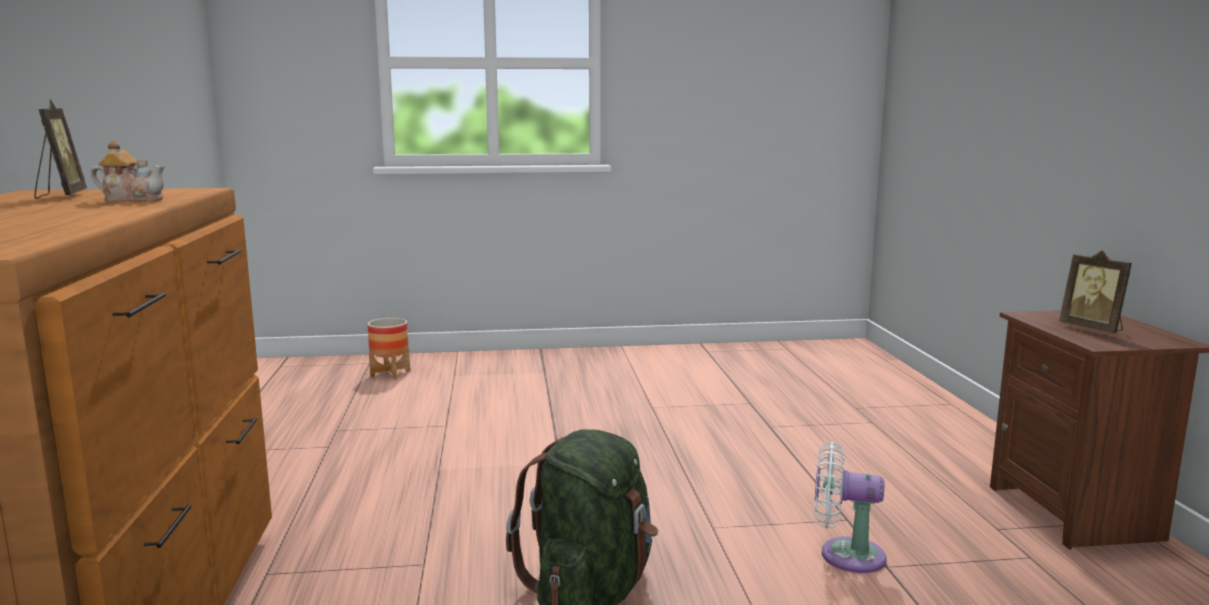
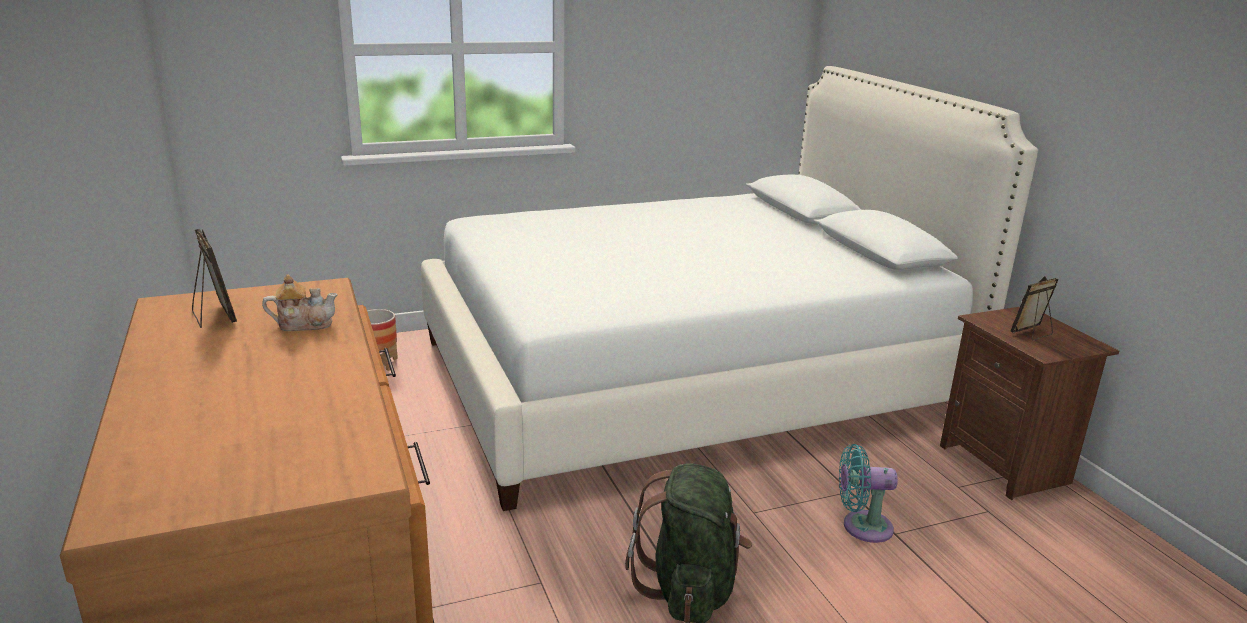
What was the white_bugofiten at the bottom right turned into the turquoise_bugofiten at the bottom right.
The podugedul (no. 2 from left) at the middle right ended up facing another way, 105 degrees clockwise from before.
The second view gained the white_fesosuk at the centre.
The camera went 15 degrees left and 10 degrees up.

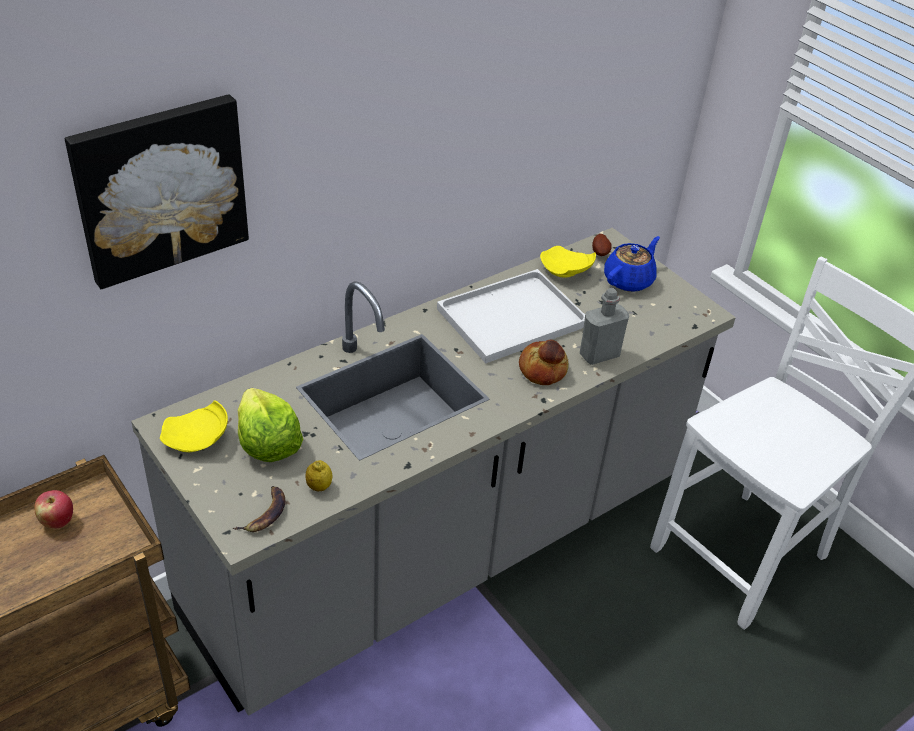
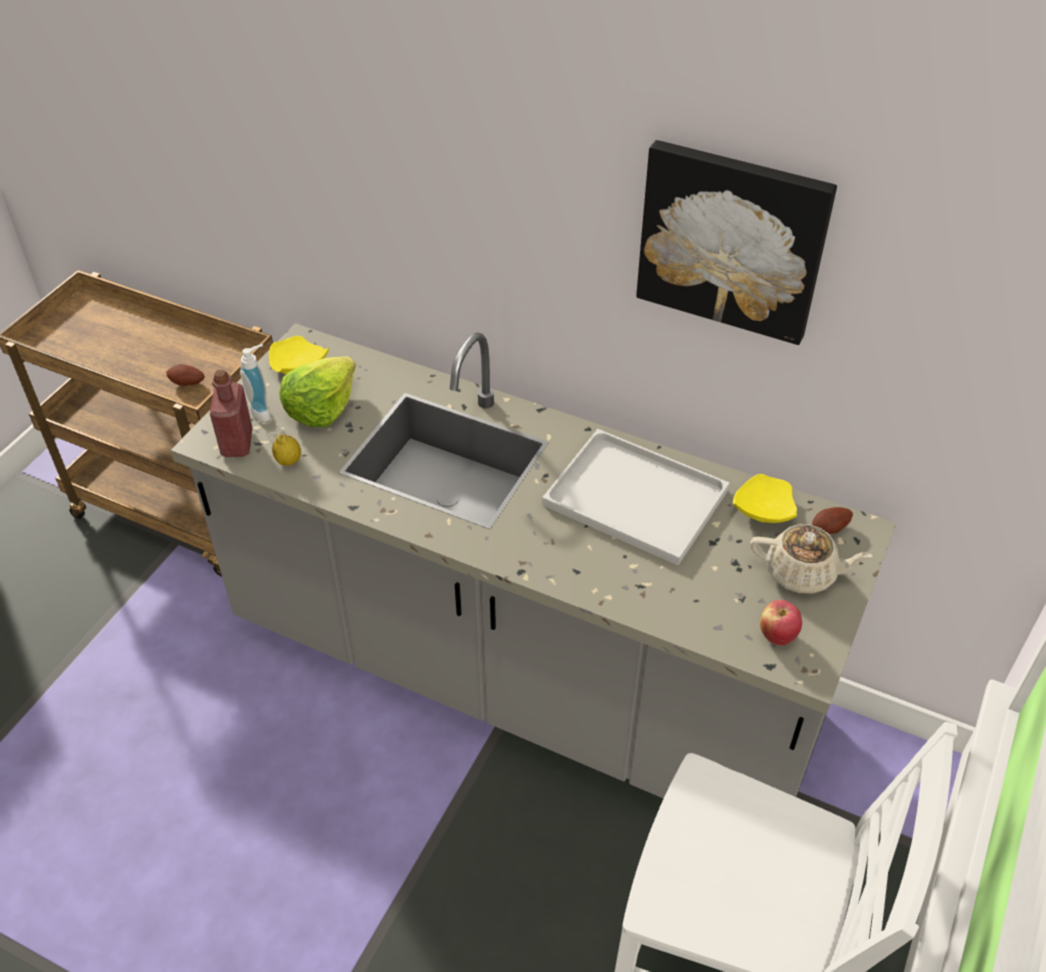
The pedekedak ended up elsewhere, having gone from the bottom left to the middle right.
The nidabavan ended up elsewhere, having gone from the top left to the top right.
Where the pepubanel stood at the bottom left, the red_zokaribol came to stand at the middle left.
The second view lost the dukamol at the centre.
The second view lost the grey_zokaribol at the centre.
What was the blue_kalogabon at the middle right turned into the beige_kalogabon at the middle right.
The second view gained the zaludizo (no. 1 from left) at the middle left.
The second view gained the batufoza at the middle left.
The camera went 65 degrees right and 5 degrees up.

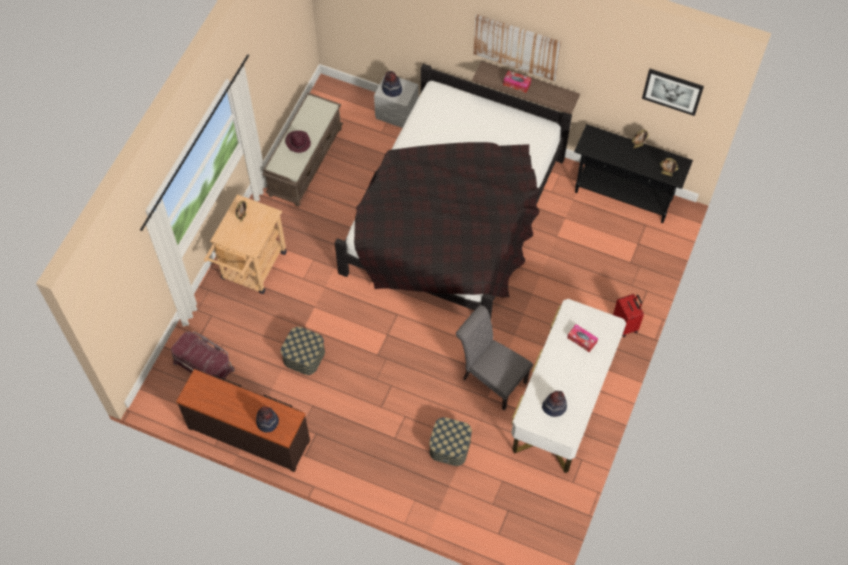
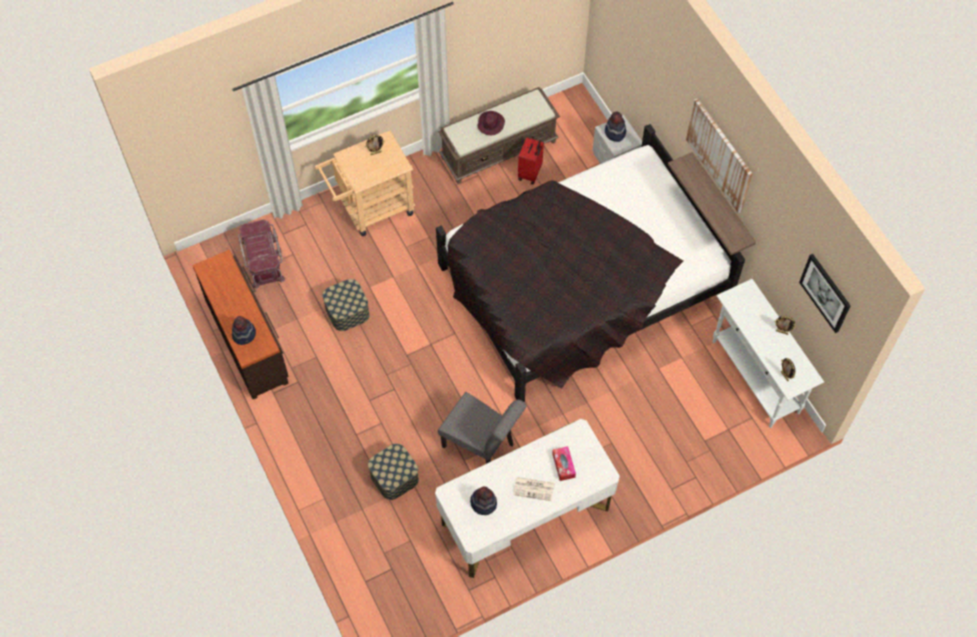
The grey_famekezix at the centre ended up facing another way, 135 degrees clockwise from before.
The second view lost the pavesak (no. 1 from left) at the top centre.
What was the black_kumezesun at the top right turned into the white_kumezesun at the middle right.
The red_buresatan ended up elsewhere, having gone from the middle right to the top centre.
The second view gained the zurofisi at the bottom centre.
The camera went 40 degrees right and 0 degrees up.

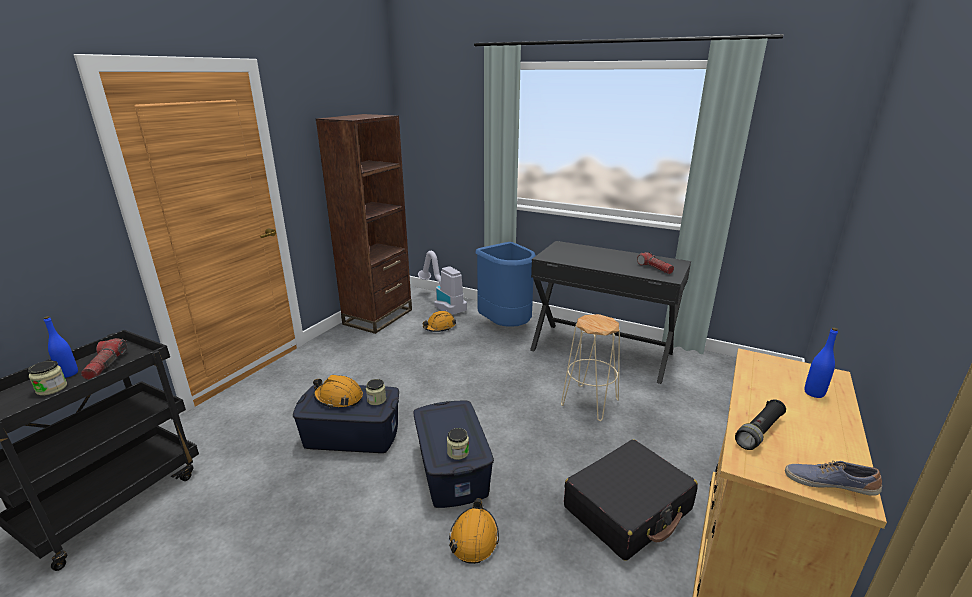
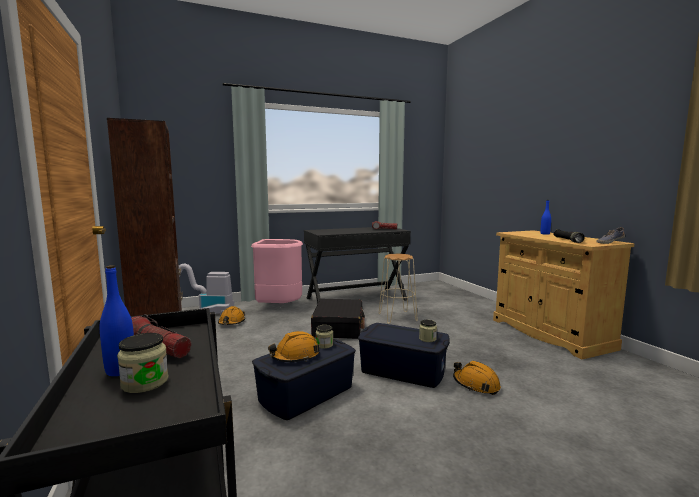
What was the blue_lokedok at the centre turned into the pink_lokedok at the centre.
The black_buresatan ended up elsewhere, having gone from the bottom centre to the centre.
The camera went 50 degrees left and 15 degrees down.

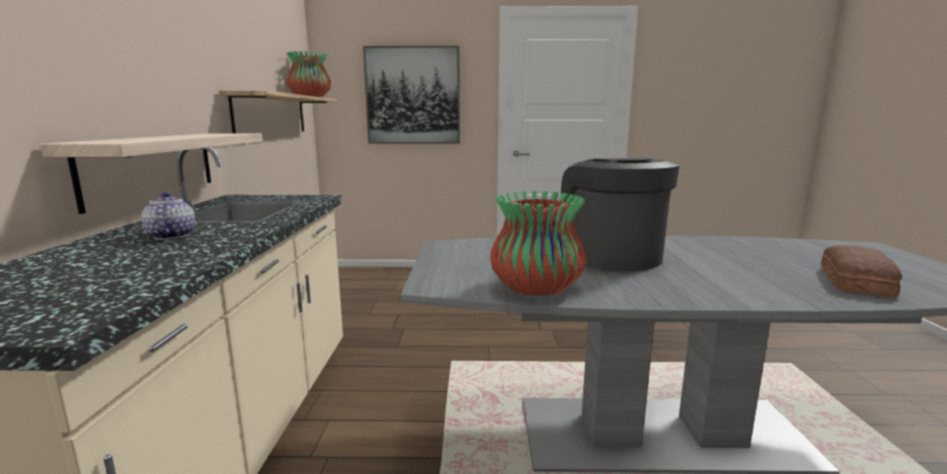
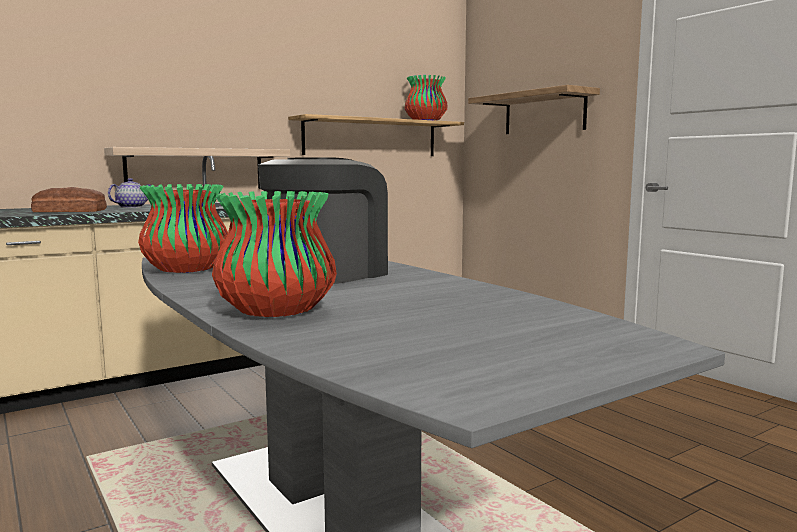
Where the nidabavan hung at the top centre, the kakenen (no. 3 from left) came to hang at the top right.
The dukamol ended up elsewhere, having gone from the middle right to the middle left.
The second view gained the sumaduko (no. 2 from left) at the centre.
The camera went 55 degrees right and 5 degrees down.

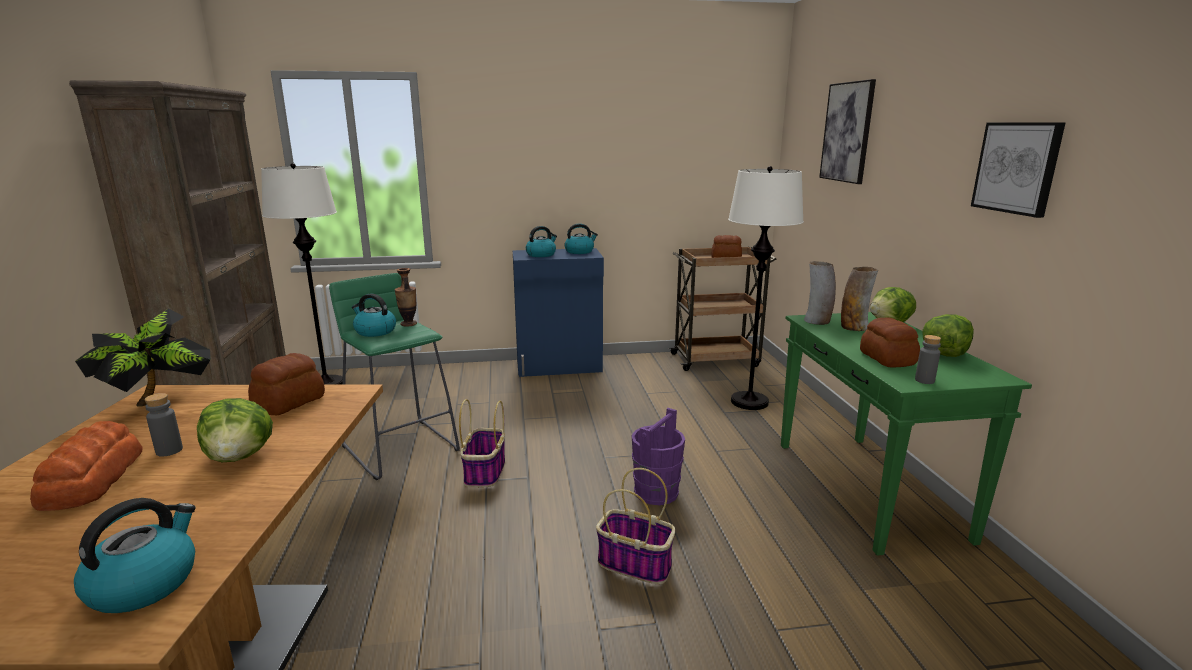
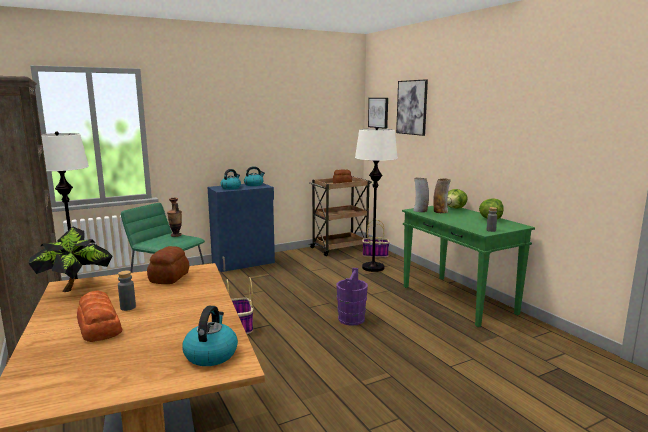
The second view lost the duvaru (no. 1 from left) at the middle left.
The second view lost the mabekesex (no. 2 from left) at the middle left.
The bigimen (no. 2 from left) ended up elsewhere, having gone from the bottom centre to the centre.
The second view lost the dukamol (no. 4 from left) at the middle right.
The nidabavan (no. 2 from left in the first image) ended up elsewhere, having gone from the top right to the top centre.
The camera went 20 degrees left and 5 degrees down.

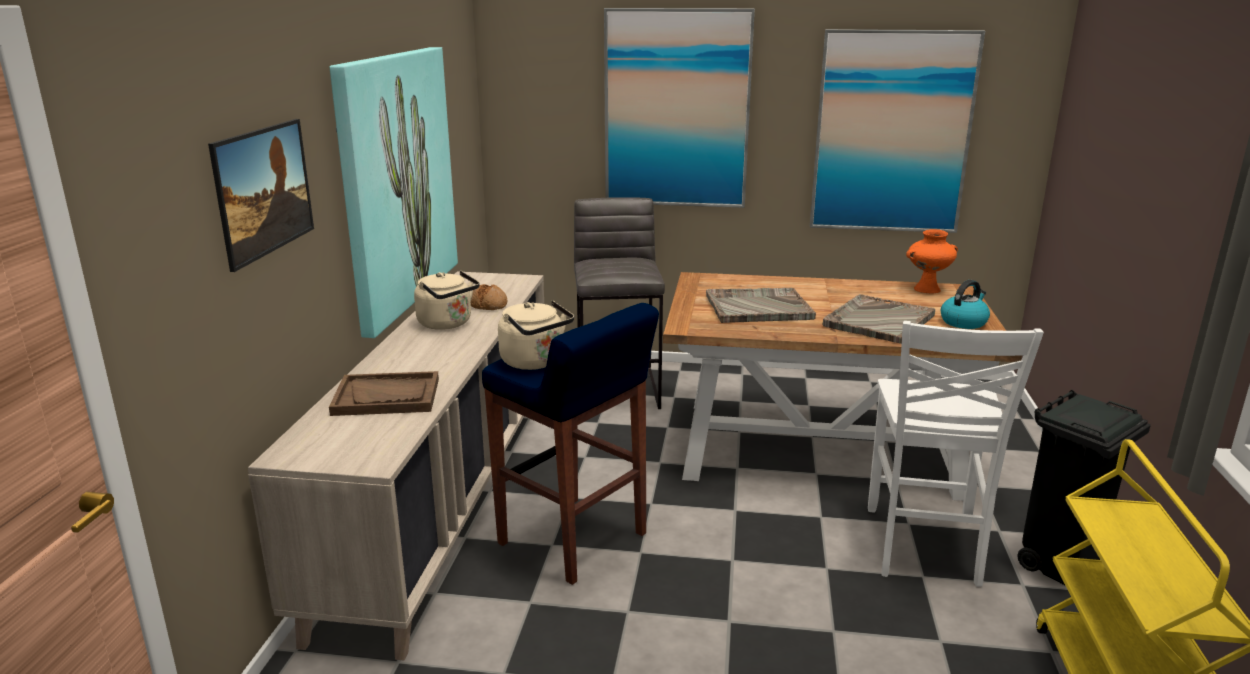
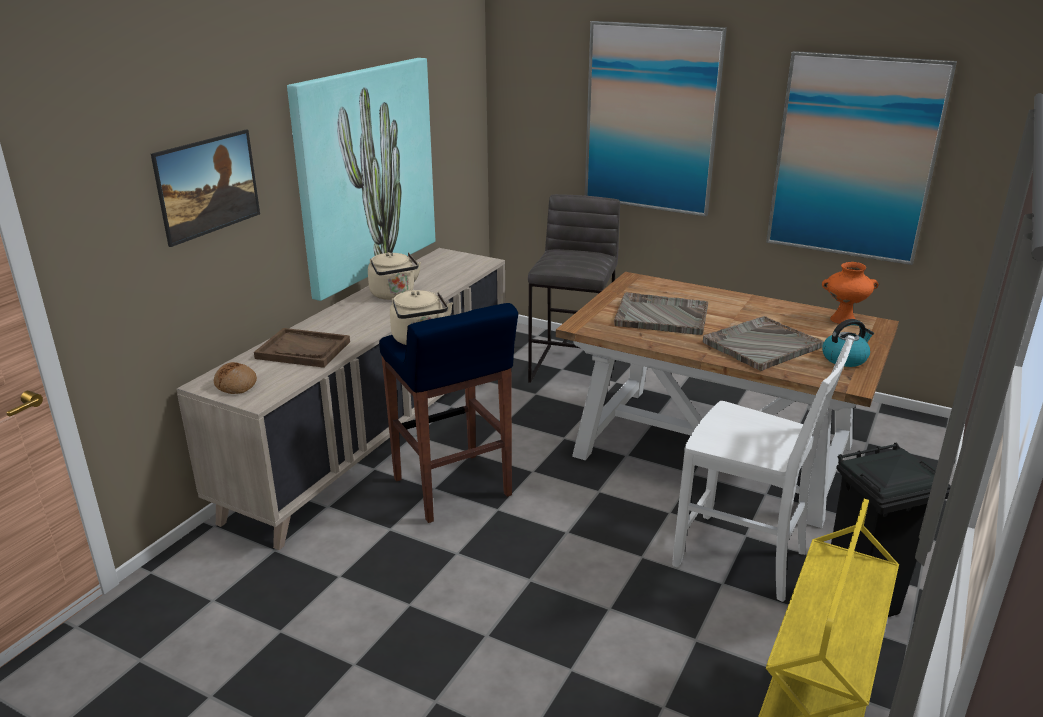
The dukamol ended up elsewhere, having gone from the centre to the middle left.
The white_famekezix at the bottom right ended up facing another way, 90 degrees counterclockwise from before.
The camera went 20 degrees right and 5 degrees up.

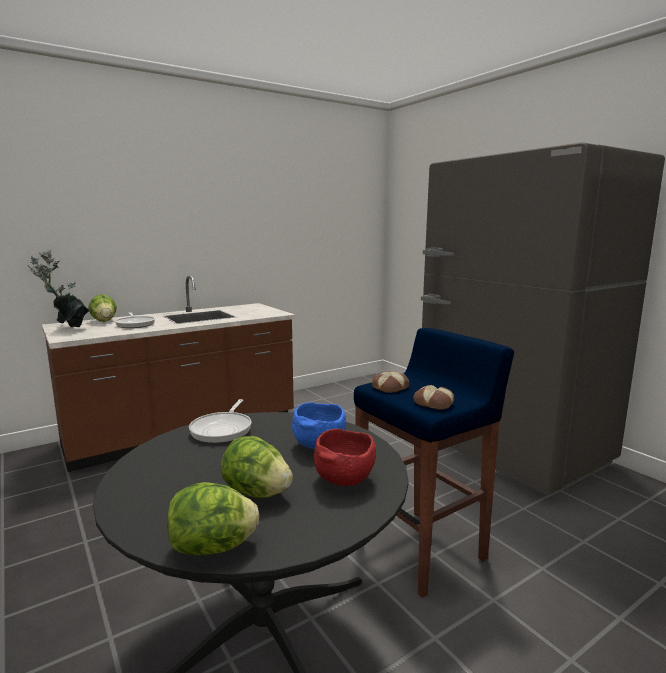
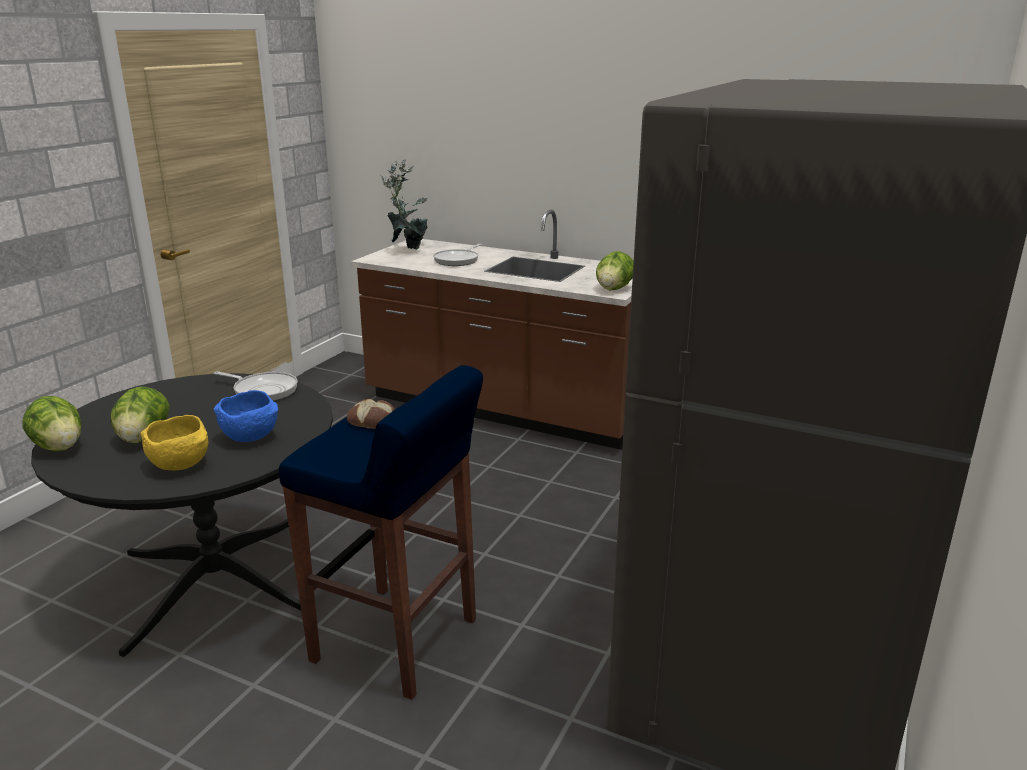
The duvaru (no. 1 from left in the first image) ended up elsewhere, having gone from the middle left to the centre.
The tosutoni (no. 2 from left in the first image) at the middle left ended up facing another way, 135 degrees counterclockwise from before.
What was the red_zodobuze at the bottom centre turned into the yellow_zodobuze at the middle left.
The second view lost the dukamol (no. 2 from left) at the centre.
The camera went 60 degrees right and 10 degrees up.

